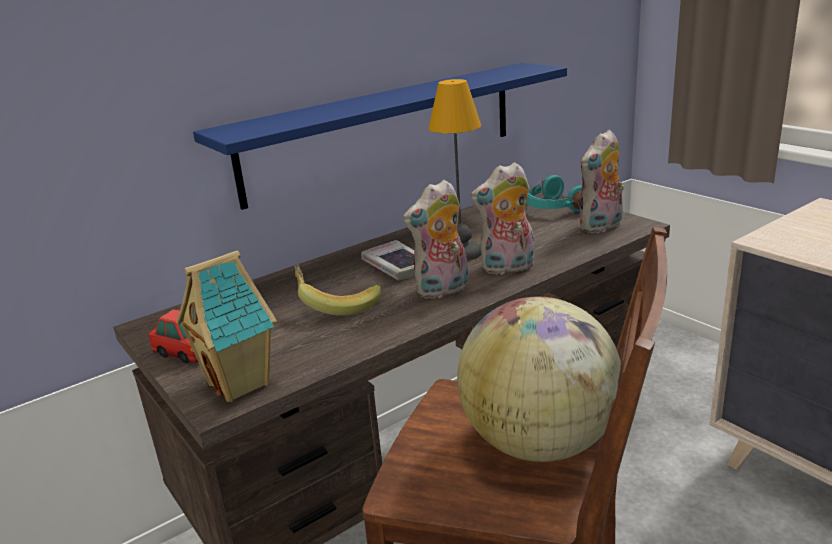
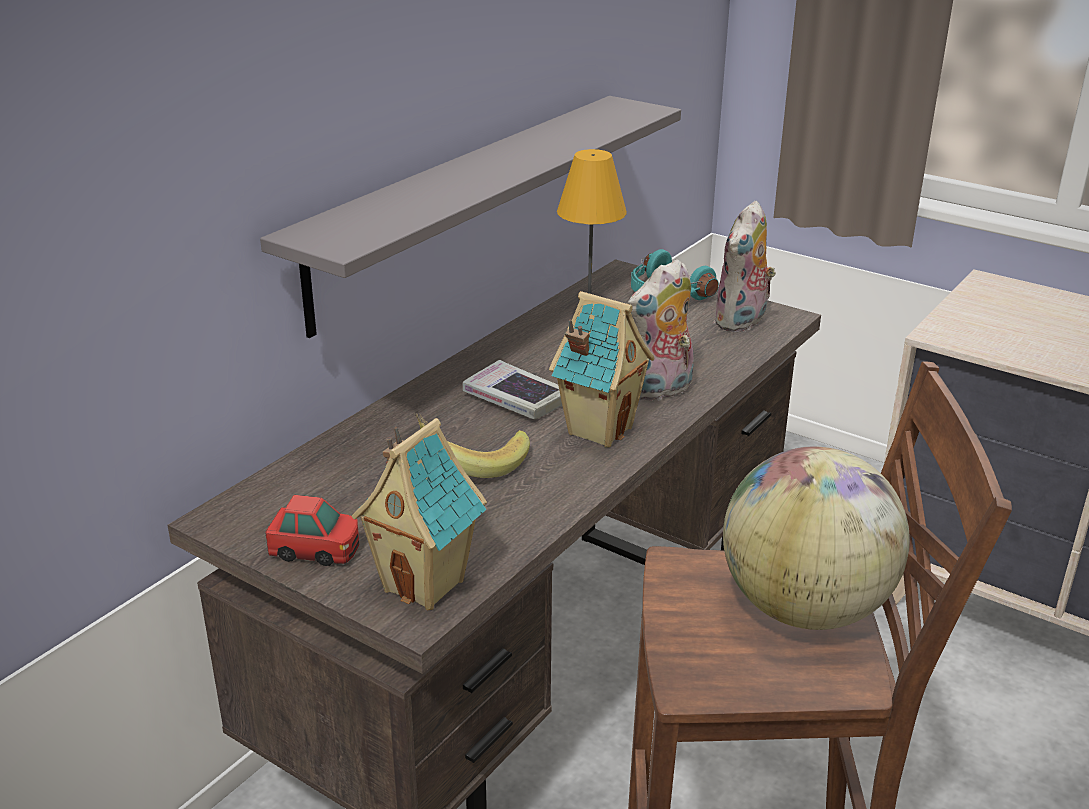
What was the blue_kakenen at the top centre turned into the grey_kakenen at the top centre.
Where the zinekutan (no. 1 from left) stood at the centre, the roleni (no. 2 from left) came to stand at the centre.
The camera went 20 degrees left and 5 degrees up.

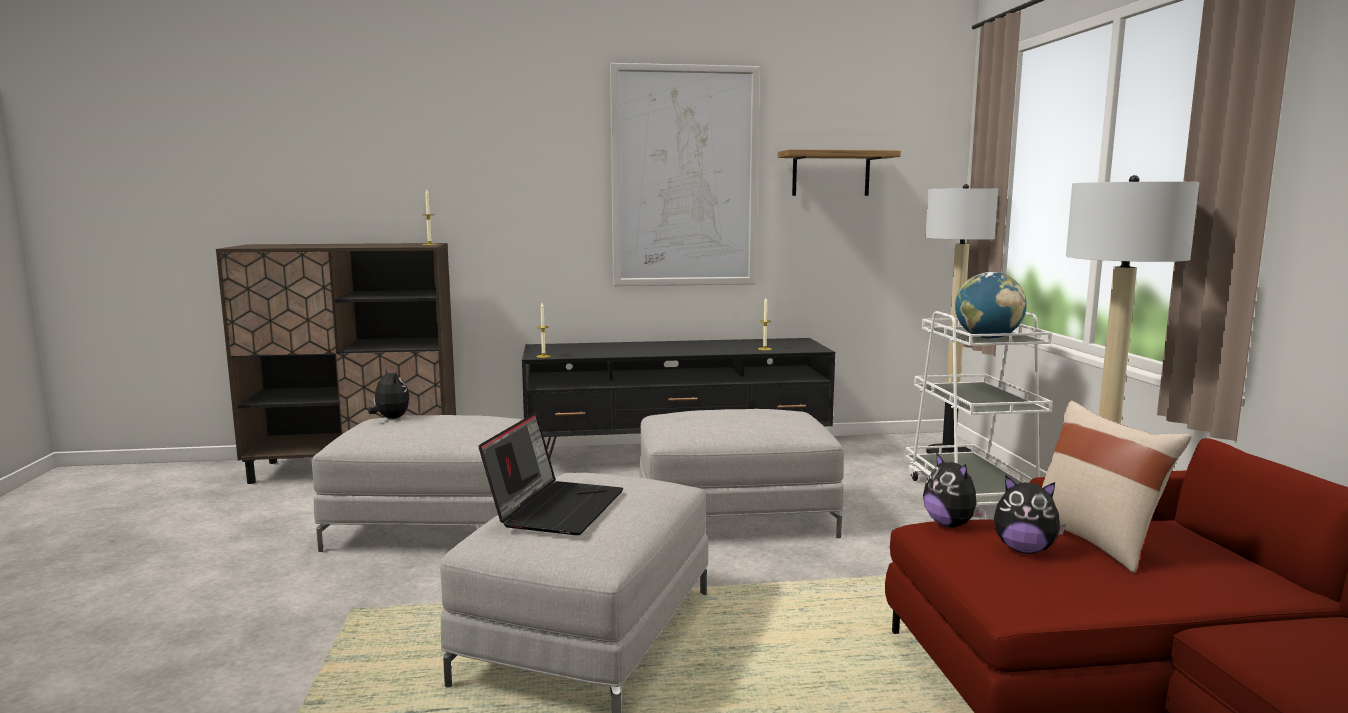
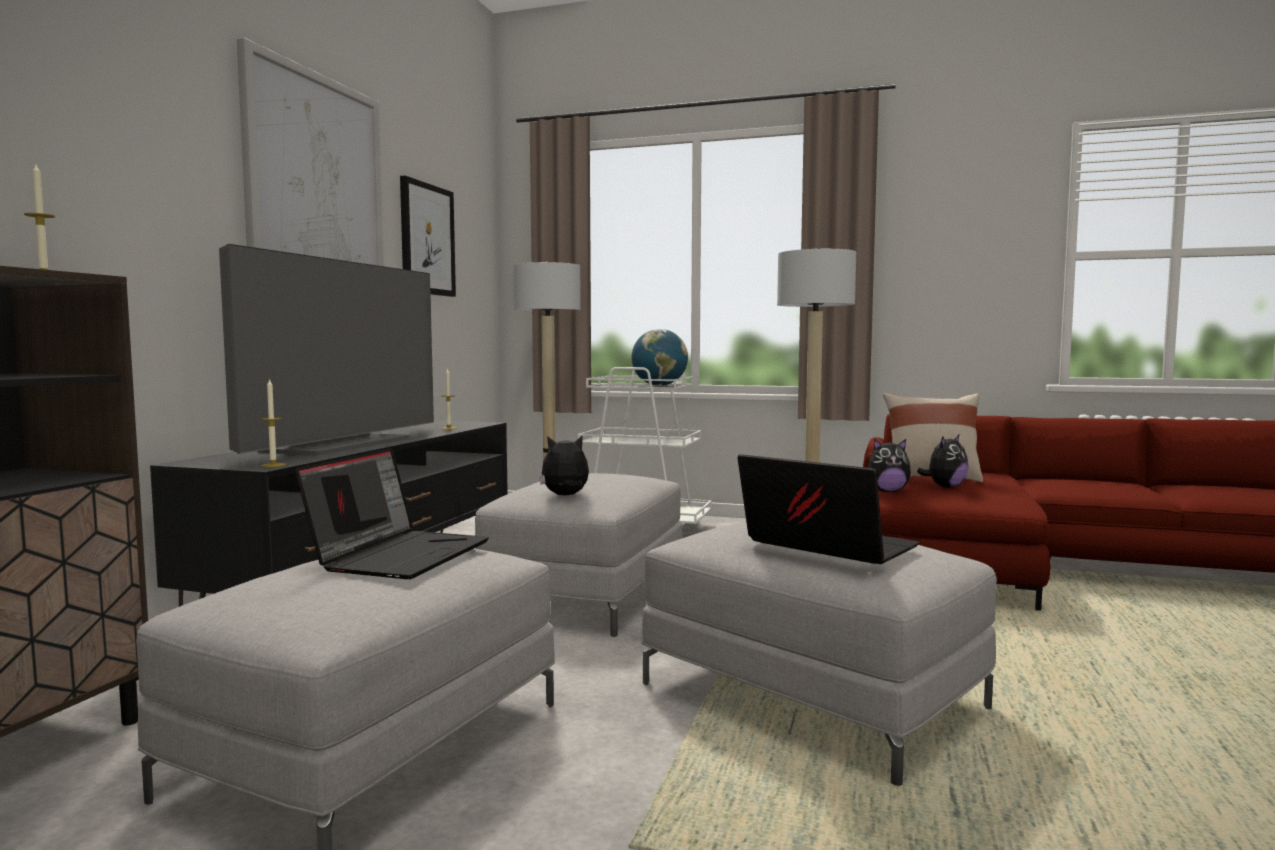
The zinekutan (no. 1 from left) ended up elsewhere, having gone from the middle left to the centre.
Where the kakenen hung at the top centre, the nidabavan (no. 2 from left) came to hang at the top centre.
The second view gained the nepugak at the middle left.
The second view gained the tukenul (no. 1 from left) at the middle left.
The camera went 65 degrees left and 5 degrees down.

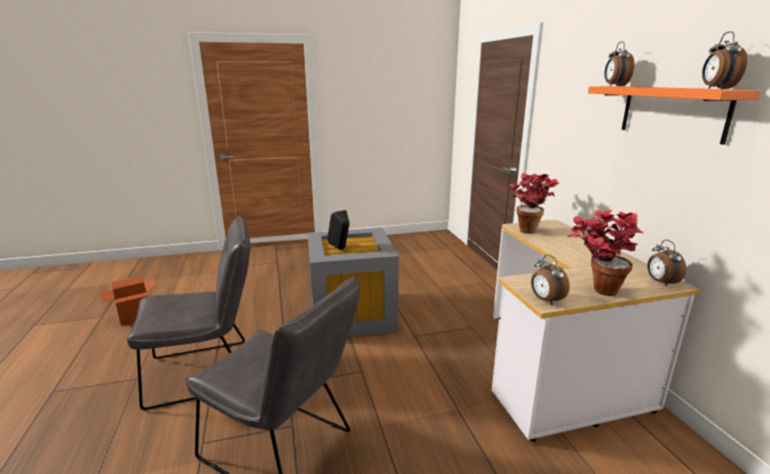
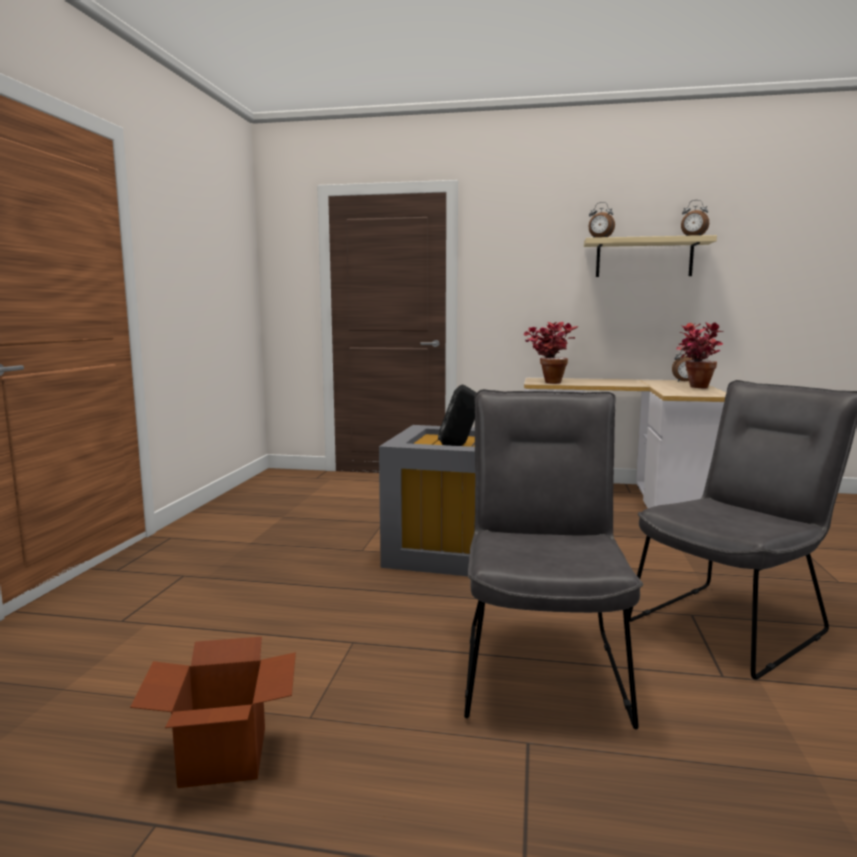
The second view lost the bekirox (no. 1 from left) at the middle right.
What was the orange_kakenen at the top right turned into the beige_kakenen at the top right.
The camera went 65 degrees left and 10 degrees down.

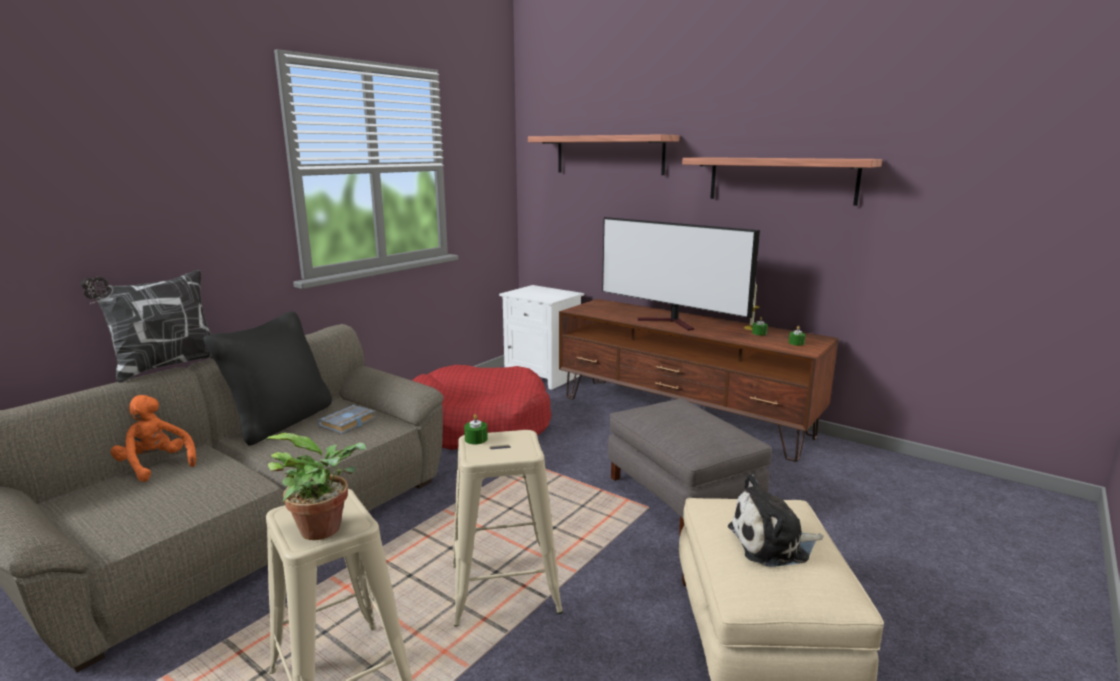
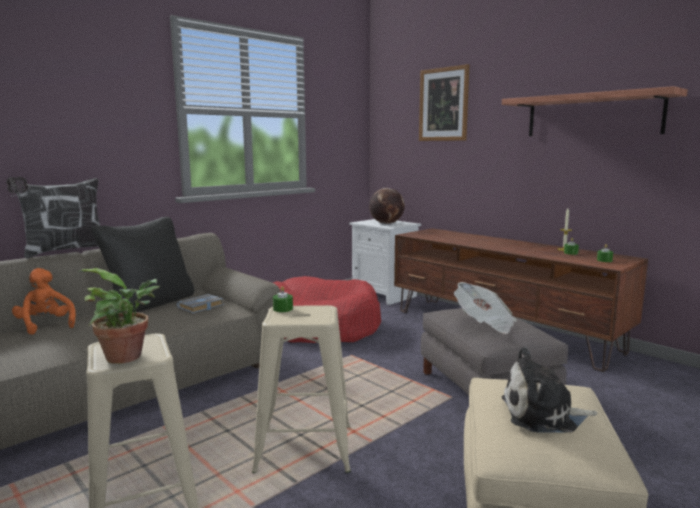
Where the kakenen (no. 1 from left) hung at the top centre, the nidabavan came to hang at the top centre.
The second view lost the nepugak at the centre.
The second view gained the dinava at the centre.
The second view gained the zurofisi at the middle right.
The camera went 10 degrees right and 5 degrees down.

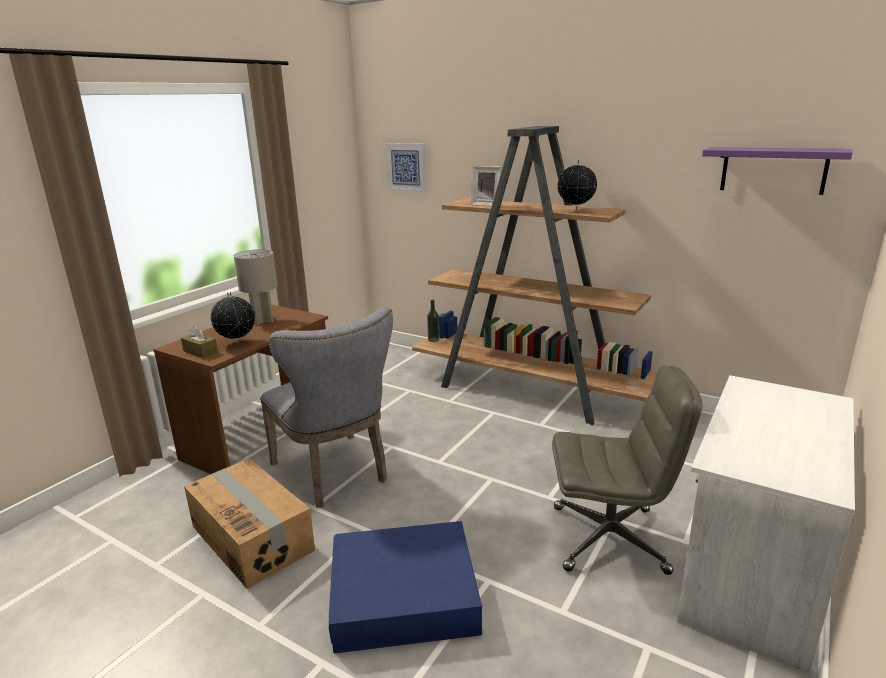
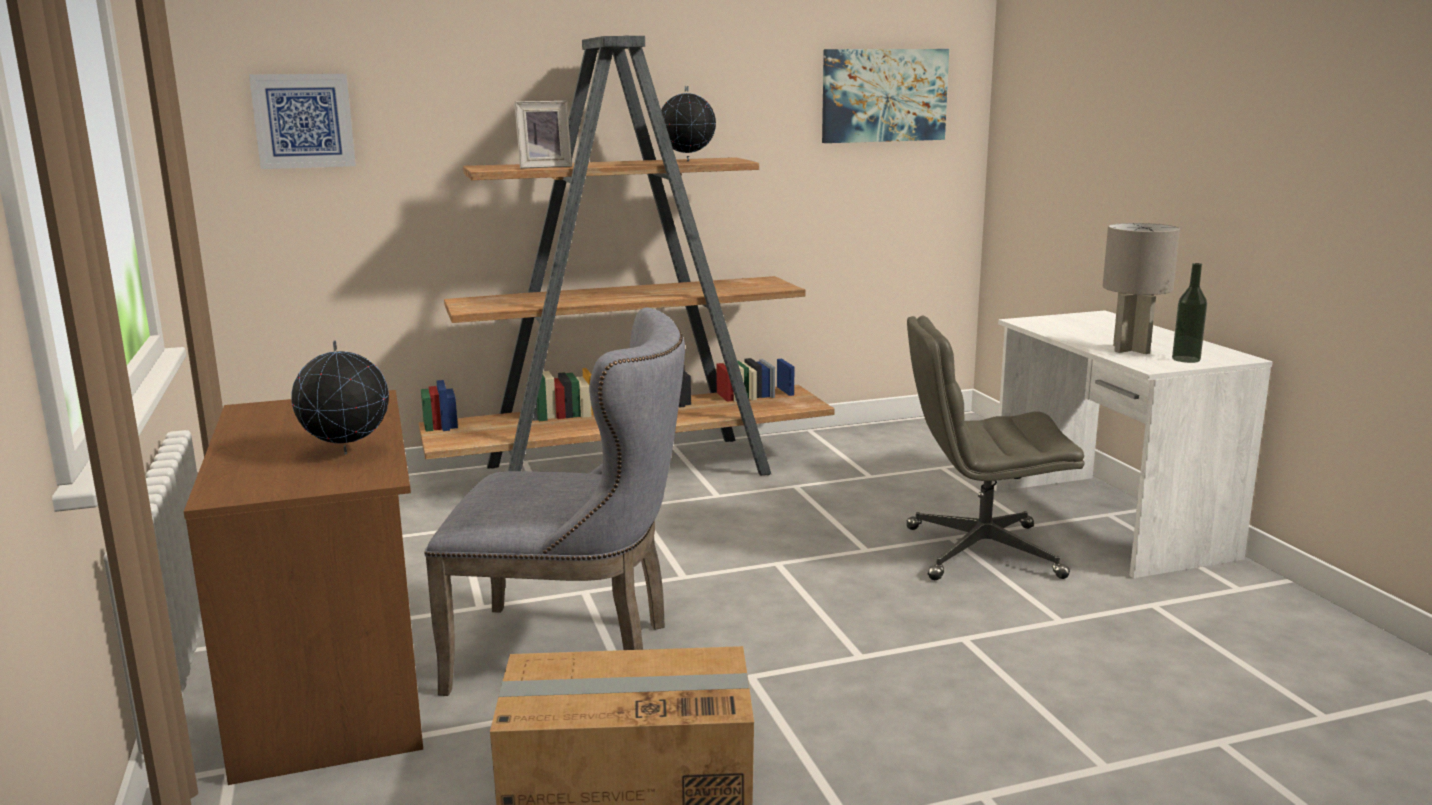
The second view lost the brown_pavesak at the middle left.
The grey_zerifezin ended up elsewhere, having gone from the middle left to the middle right.
The second view lost the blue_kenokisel at the bottom centre.
The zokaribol ended up elsewhere, having gone from the centre to the middle right.
The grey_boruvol at the bottom right ended up facing another way, 135 degrees counterclockwise from before.
Where the purple_kakenen hung at the top right, the nidabavan (no. 2 from left) came to hang at the top centre.
The camera went 50 degrees left and 5 degrees down.

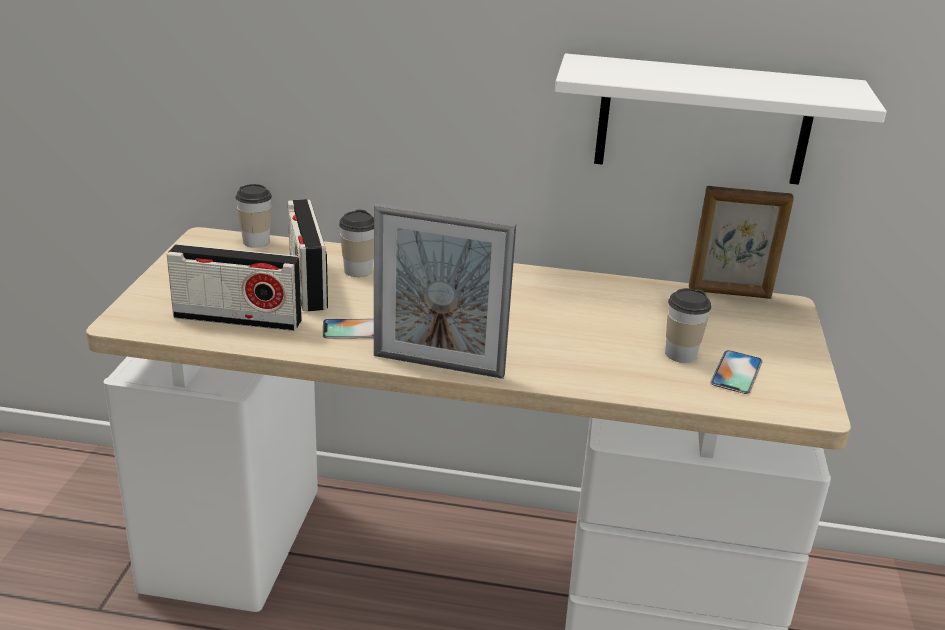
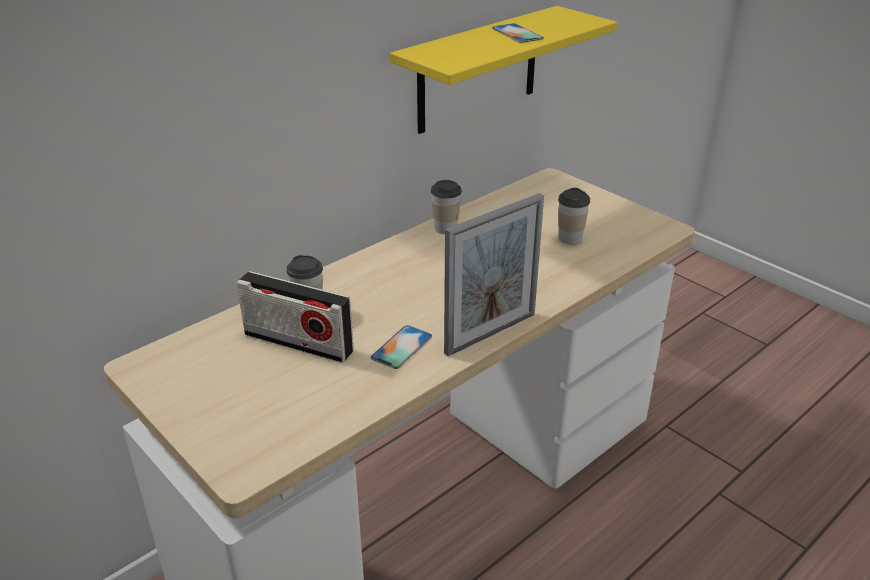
The second view lost the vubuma (no. 1 from left) at the middle left.
The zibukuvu (no. 1 from left in the first image) ended up elsewhere, having gone from the middle left to the centre.
What was the white_kakenen at the top right turned into the yellow_kakenen at the top centre.
The second view lost the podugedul (no. 2 from left) at the middle right.
The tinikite (no. 2 from left) ended up elsewhere, having gone from the middle right to the top centre.
The camera went 50 degrees left and 5 degrees up.

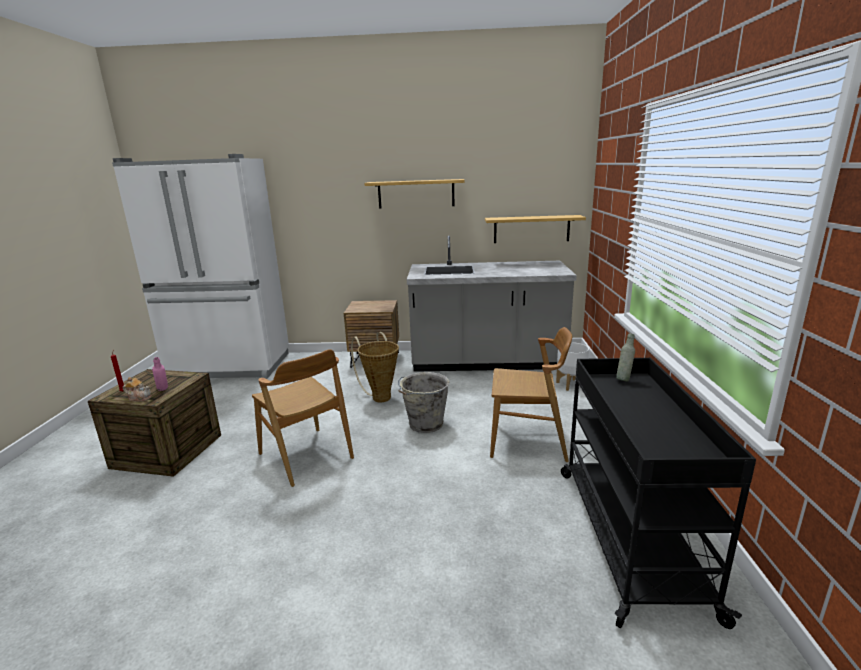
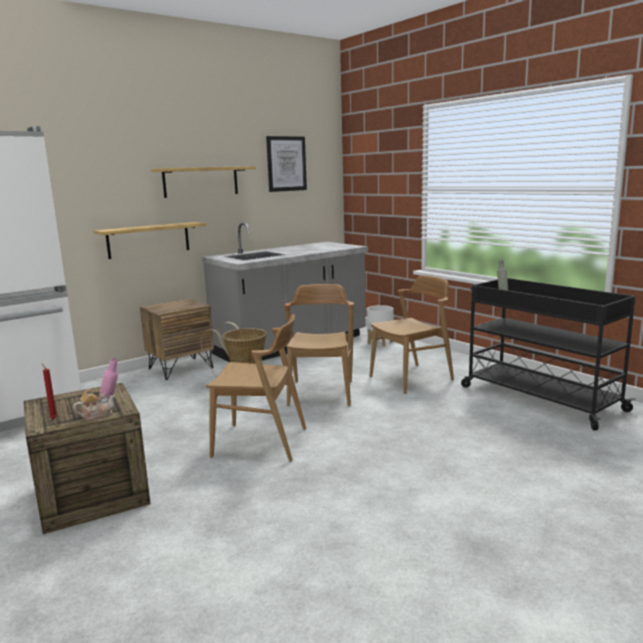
Where the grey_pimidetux stood at the centre, the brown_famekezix (no. 2 from left) came to stand at the centre.
The kakenen (no. 2 from left in the first image) ended up elsewhere, having gone from the centre to the middle left.
The second view gained the nidabavan at the top centre.
The camera went 40 degrees left and 5 degrees down.

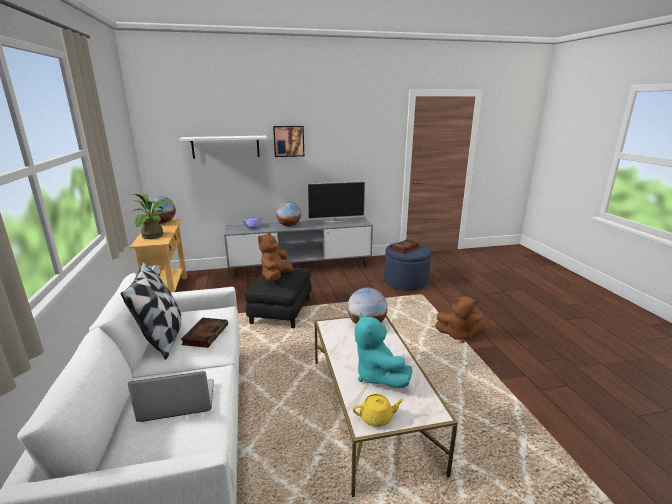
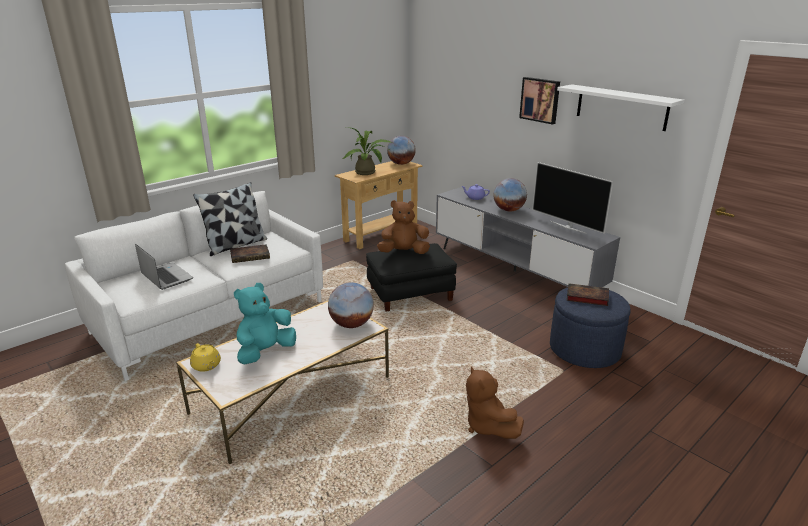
The white_kakenen ended up elsewhere, having gone from the top left to the top right.
The camera went 60 degrees right and 5 degrees up.

